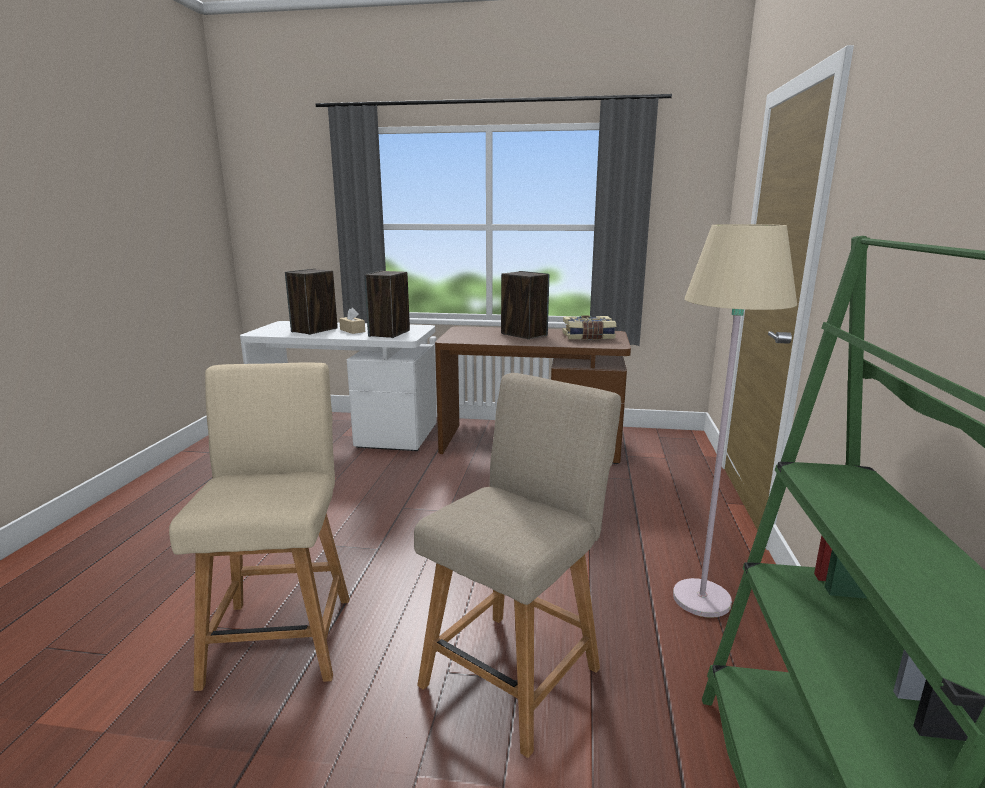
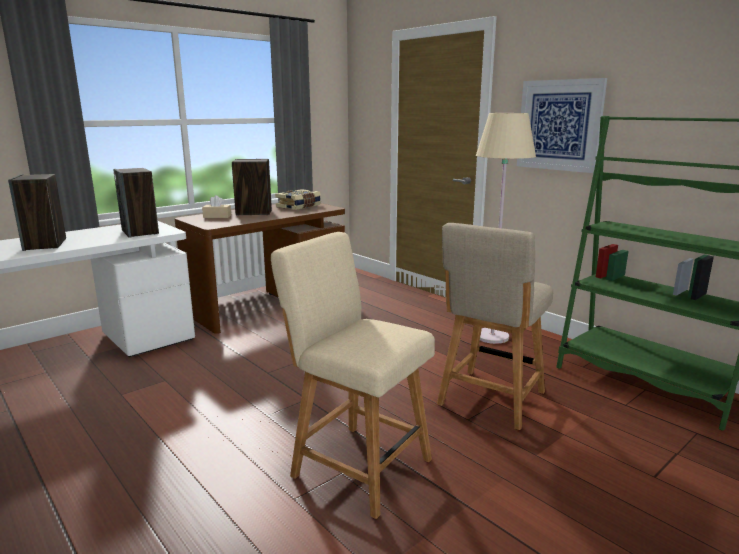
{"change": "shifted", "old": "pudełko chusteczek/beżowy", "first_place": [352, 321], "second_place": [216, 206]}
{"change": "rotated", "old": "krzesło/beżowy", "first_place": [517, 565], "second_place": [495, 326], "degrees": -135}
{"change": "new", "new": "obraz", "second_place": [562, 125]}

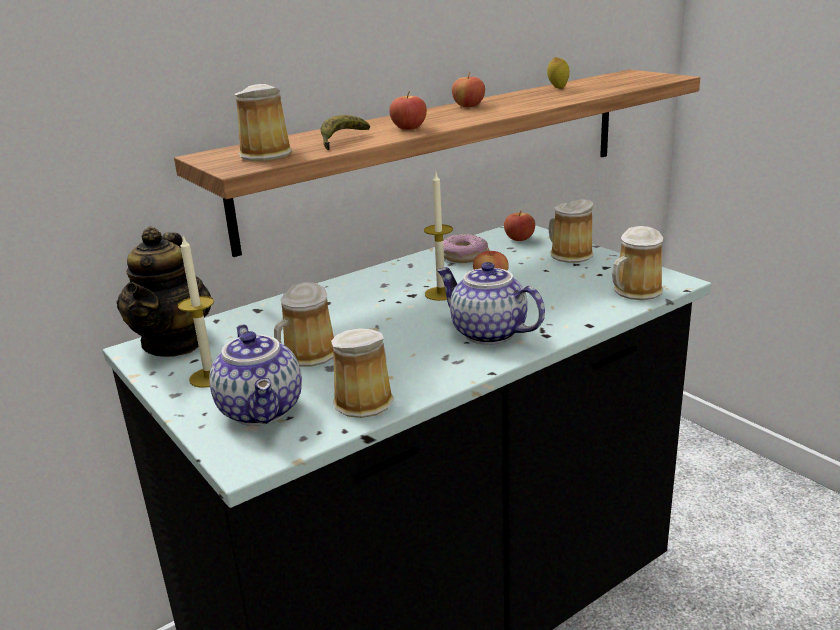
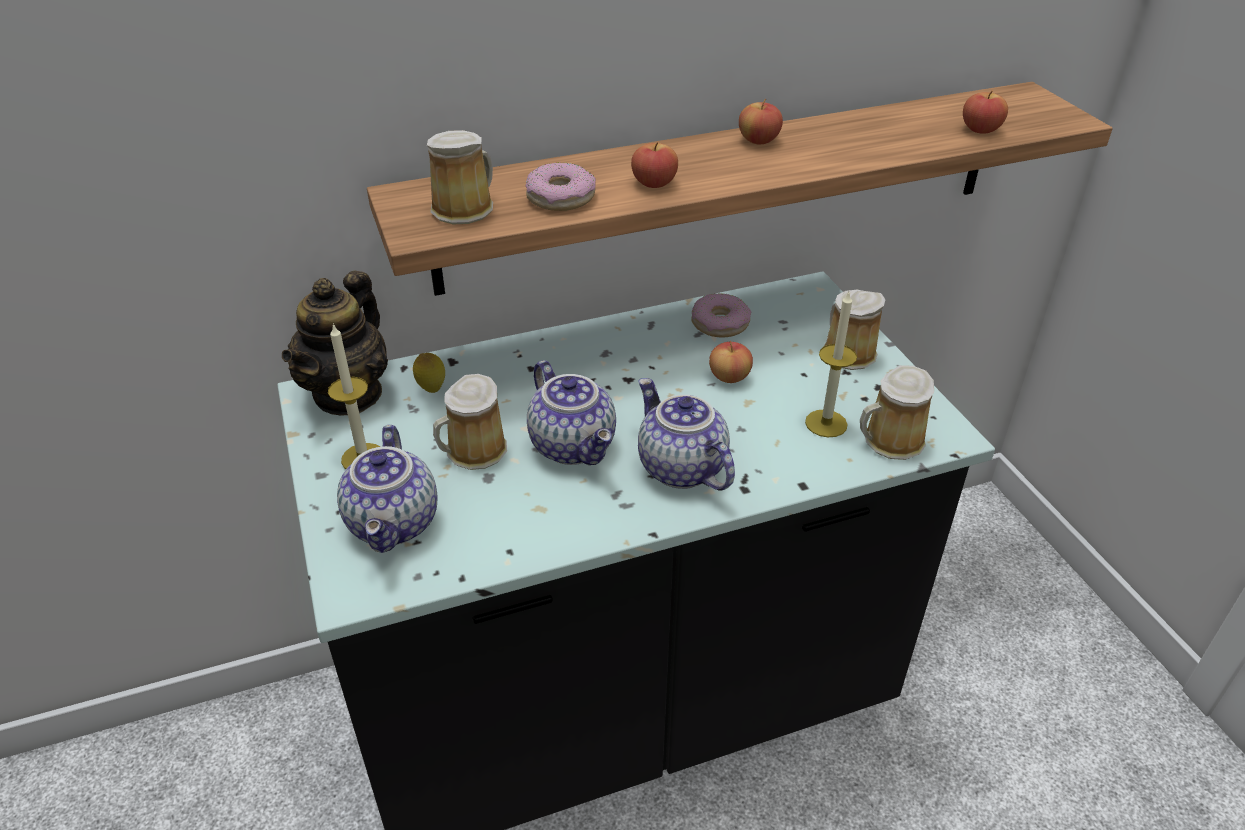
{"change": "shifted", "old": "cytryna", "first_place": [558, 73], "second_place": [429, 373]}
{"change": "swapped", "old": "banan", "new": "donut", "first_place": [345, 132], "second_place": [561, 186]}
{"change": "new", "new": "imbryk", "second_place": [571, 412]}
{"change": "shifted", "old": "świeca", "first_place": [438, 237], "second_place": [831, 365]}
{"change": "shifted", "old": "jabłko", "first_place": [519, 225], "second_place": [985, 112]}
{"change": "gone", "old": "kubek", "first_place": [362, 373]}

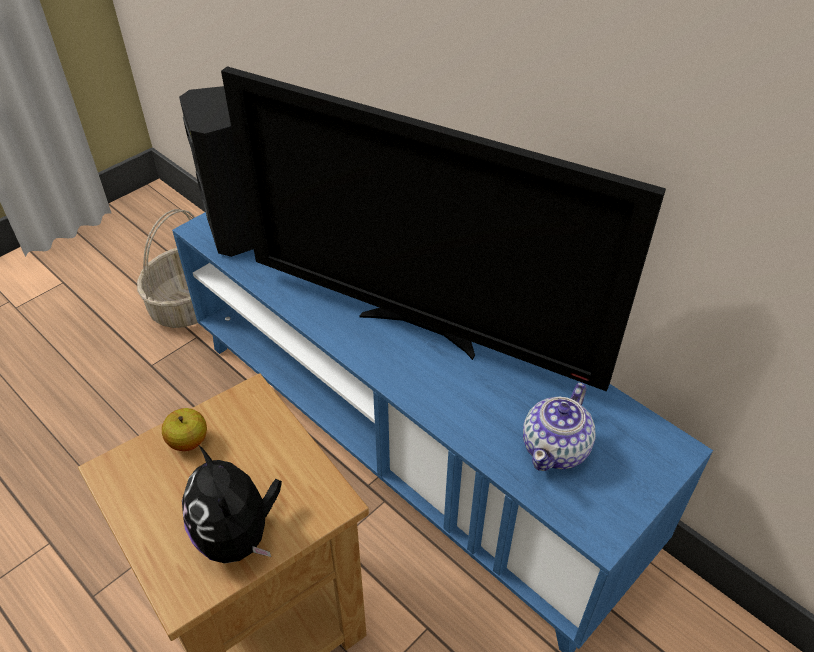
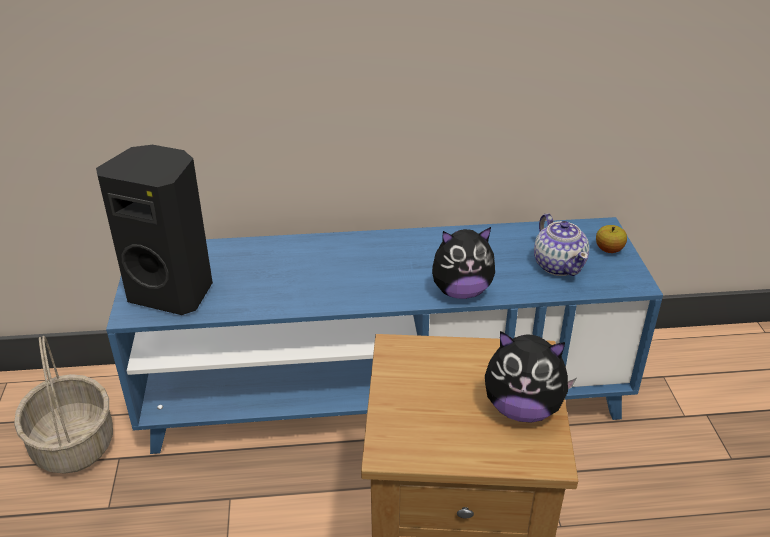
{"change": "new", "new": "pluszak", "second_place": [463, 263]}
{"change": "shifted", "old": "jabłko", "first_place": [184, 429], "second_place": [611, 239]}
{"change": "gone", "old": "telewizor", "first_place": [443, 229]}

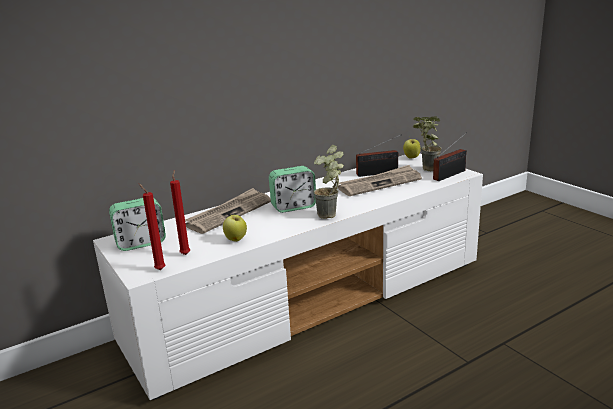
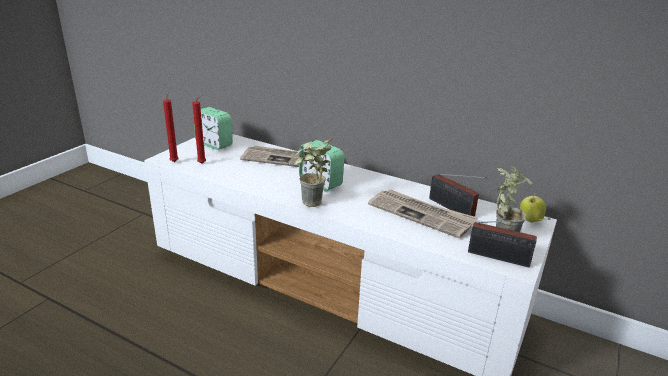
{"change": "gone", "old": "jabłko", "first_place": [235, 228]}

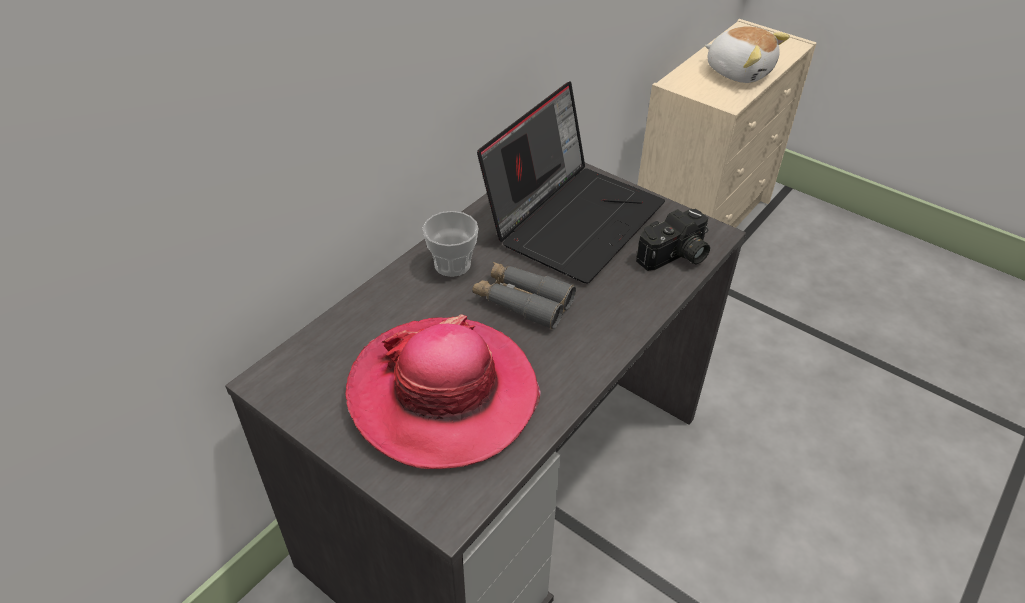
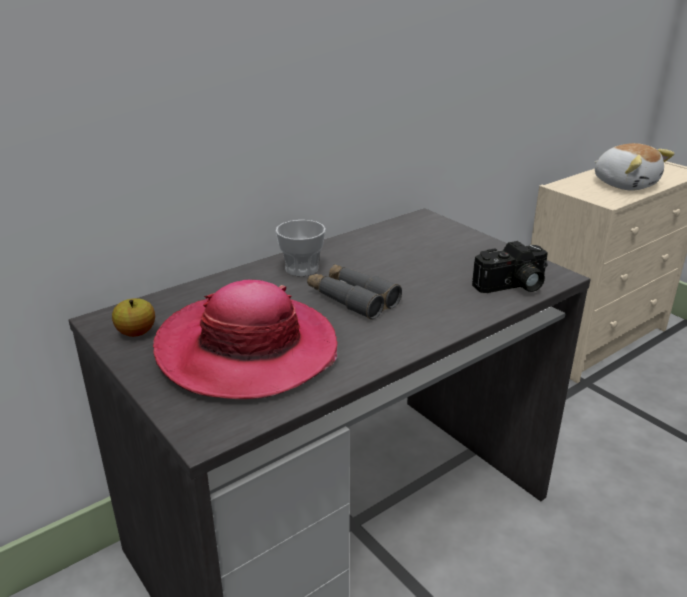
{"change": "new", "new": "jabłko", "second_place": [133, 317]}
{"change": "gone", "old": "laptop", "first_place": [571, 182]}

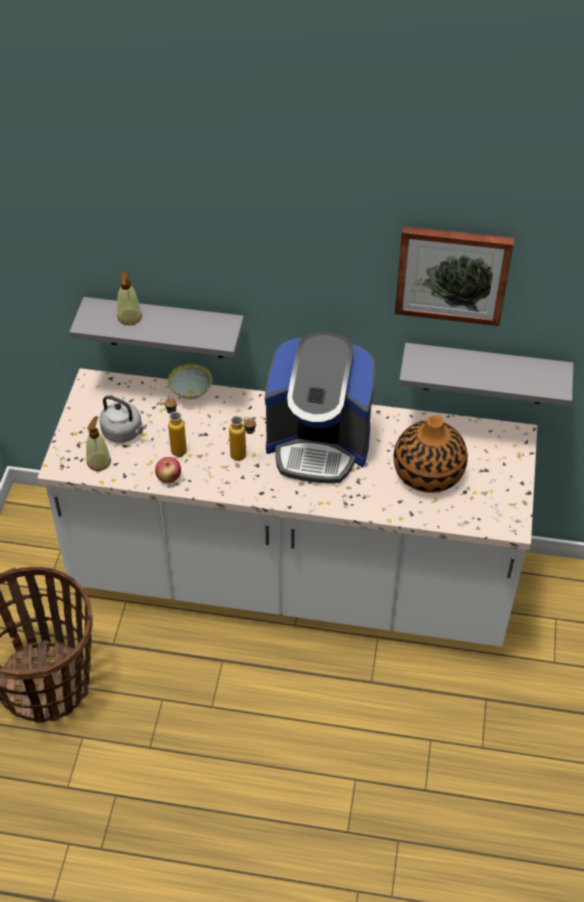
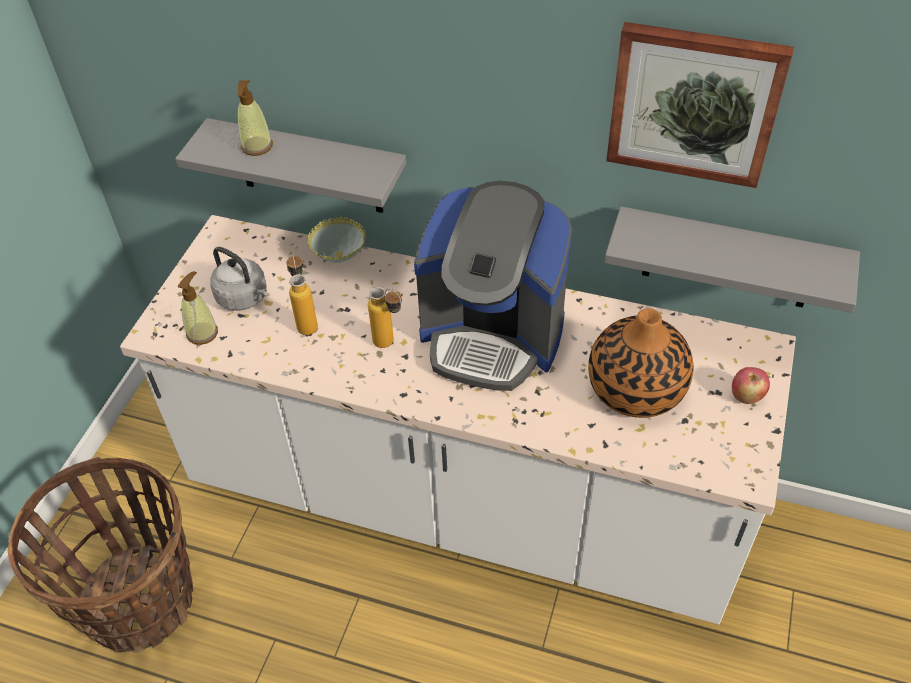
{"change": "shifted", "old": "jabłko", "first_place": [168, 470], "second_place": [751, 385]}

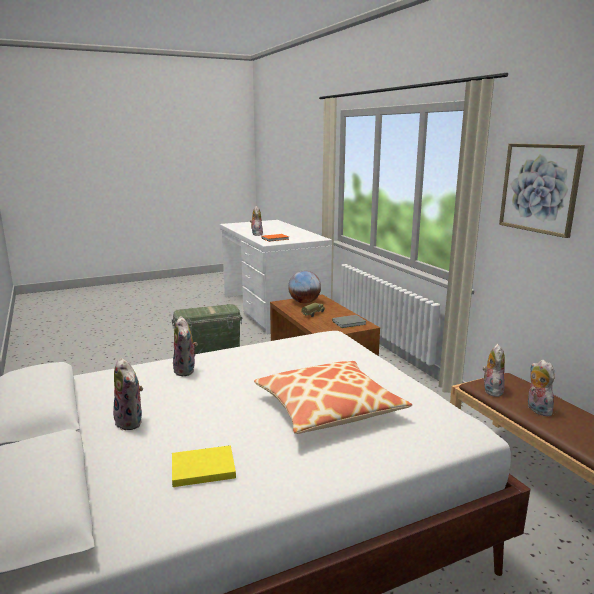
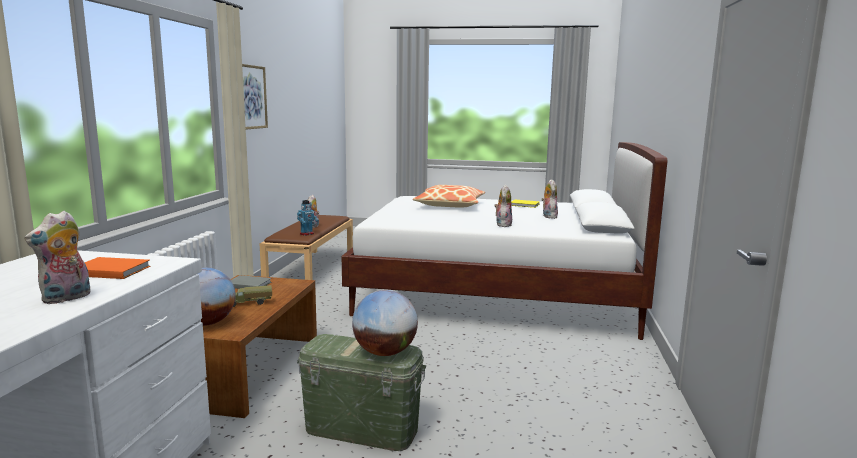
{"change": "swapped", "old": "pluszak", "new": "robot zabawkowy", "first_place": [493, 370], "second_place": [308, 218]}
{"change": "new", "new": "globus", "second_place": [385, 323]}

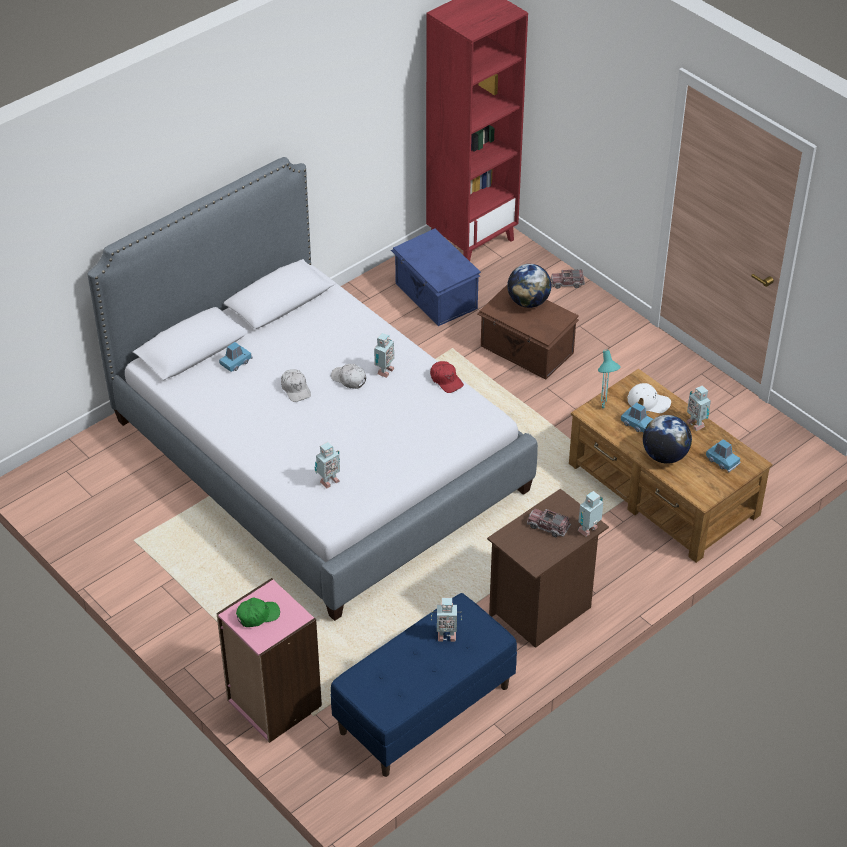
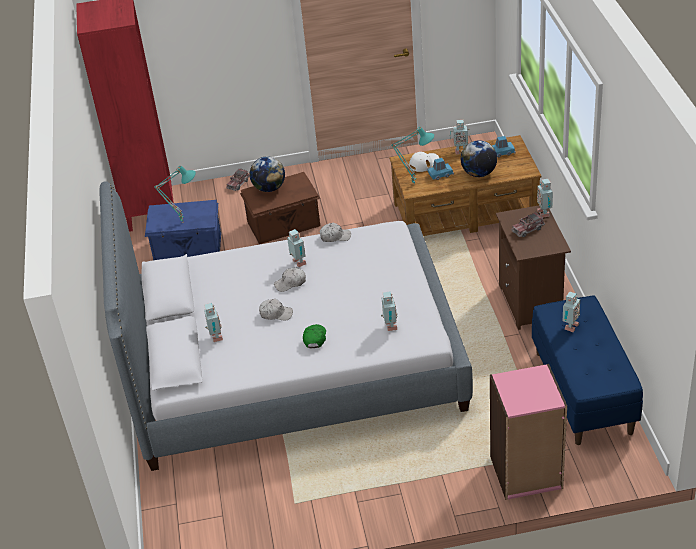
{"change": "new", "new": "lampa stołowa/turkusowy", "second_place": [175, 194]}
{"change": "swapped", "old": "samochodzik/niebieski", "new": "robot zabawkowy", "first_place": [236, 357], "second_place": [213, 322]}
{"change": "shifted", "old": "czapka z daszkiem/zielony", "first_place": [258, 612], "second_place": [314, 336]}
{"change": "repainted", "old": "czapka z daszkiem/czerwony", "new": "czapka z daszkiem/biały", "first_place": [447, 377], "second_place": [335, 232]}

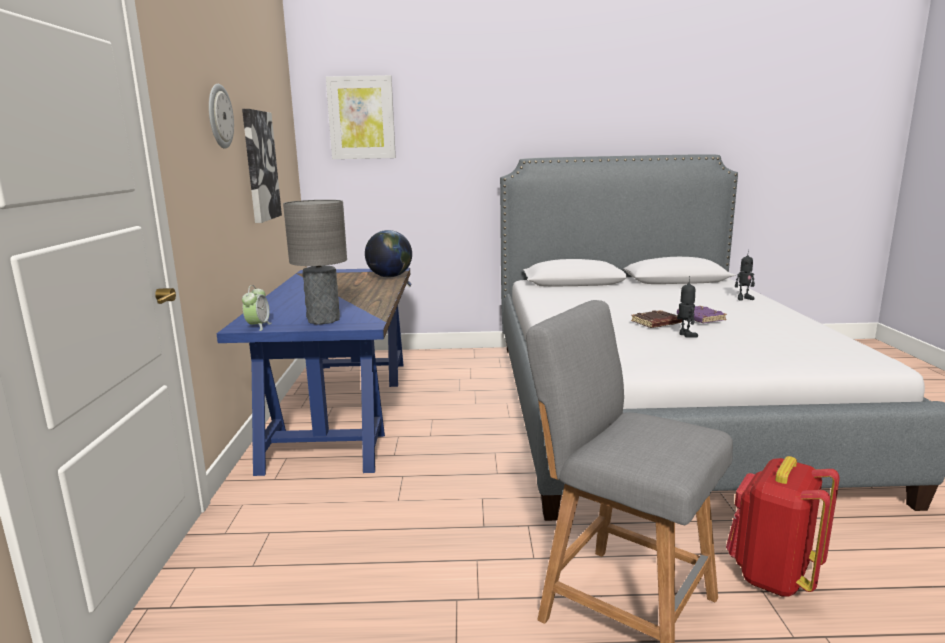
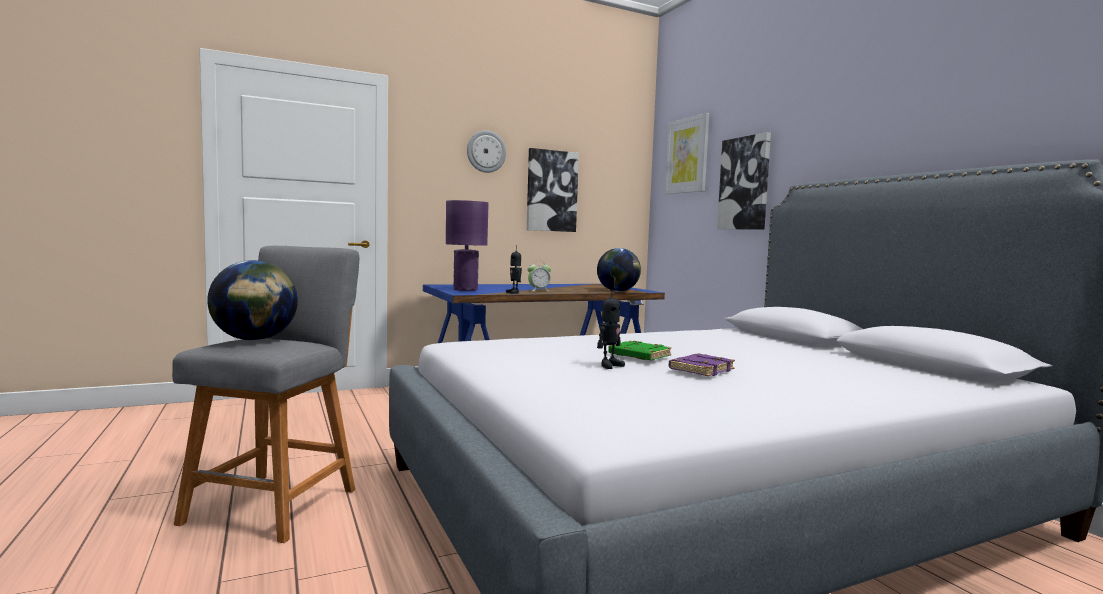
{"change": "new", "new": "globus", "second_place": [252, 300]}
{"change": "repainted", "old": "lampa stołowa/szary", "new": "lampa stołowa/fioletowy", "first_place": [315, 262], "second_place": [467, 245]}
{"change": "shifted", "old": "robot zabawkowy", "first_place": [745, 275], "second_place": [514, 269]}
{"change": "shifted", "old": "budzik", "first_place": [256, 308], "second_place": [539, 276]}
{"change": "repainted", "old": "książka/brązowy", "new": "książka/zielony", "first_place": [656, 319], "second_place": [640, 351]}
{"change": "new", "new": "obraz", "second_place": [744, 180]}
{"change": "gone", "old": "plecak/czerwony", "first_place": [783, 526]}

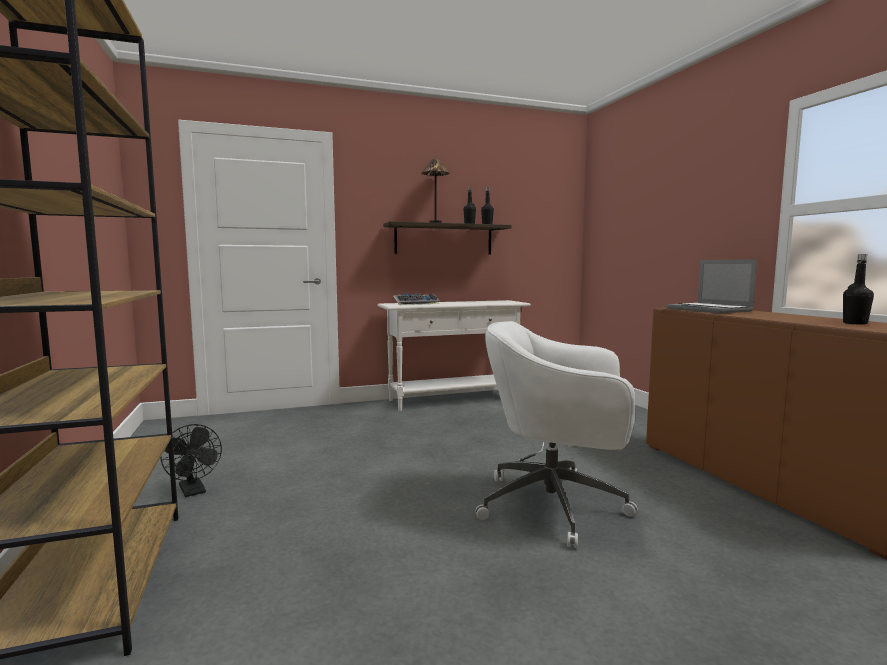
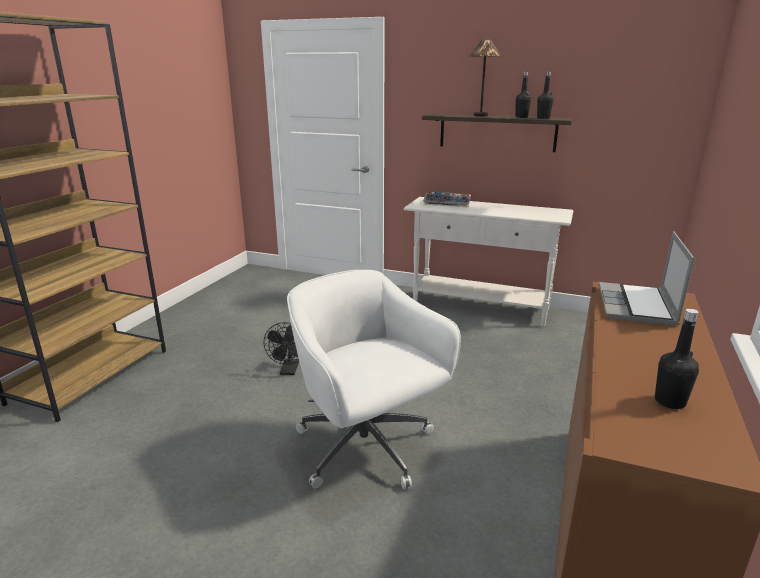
{"change": "shifted", "old": "wentylator/czarny", "first_place": [191, 460], "second_place": [281, 348]}

